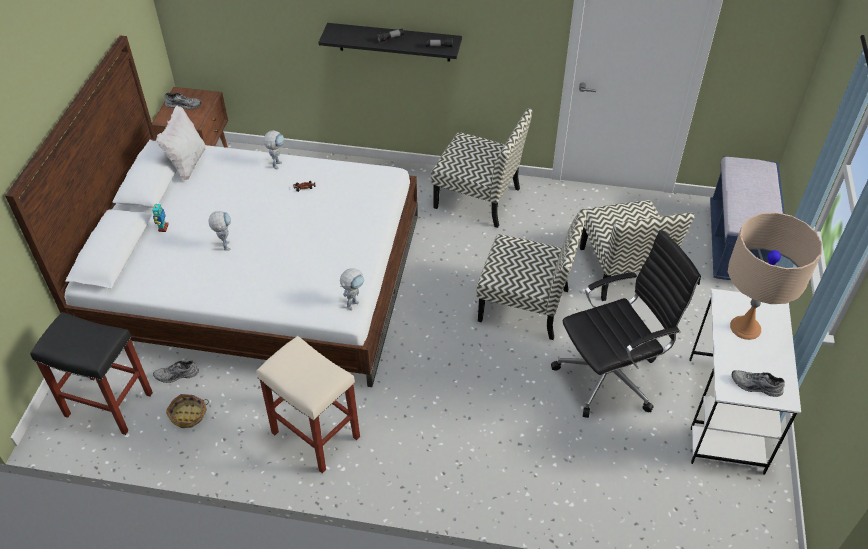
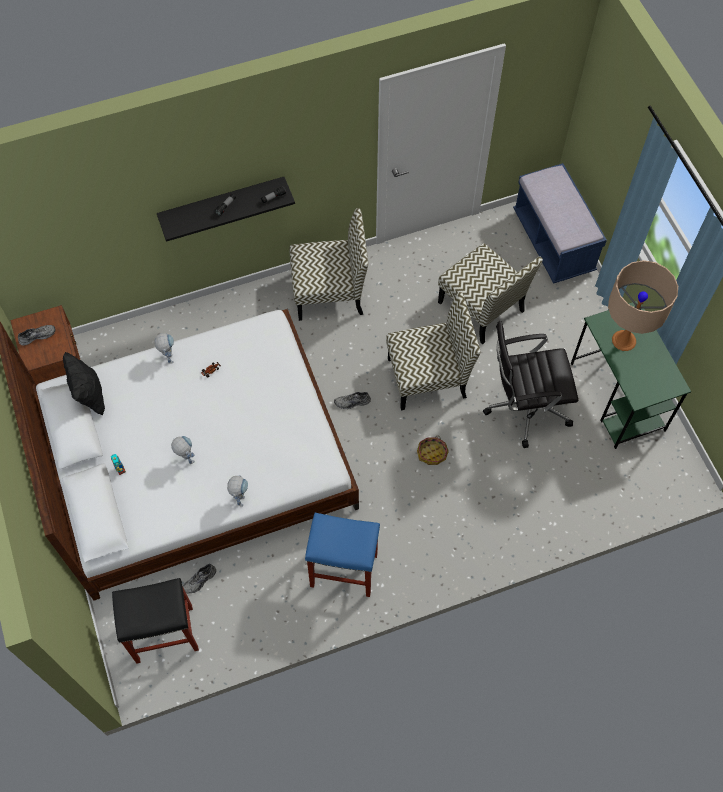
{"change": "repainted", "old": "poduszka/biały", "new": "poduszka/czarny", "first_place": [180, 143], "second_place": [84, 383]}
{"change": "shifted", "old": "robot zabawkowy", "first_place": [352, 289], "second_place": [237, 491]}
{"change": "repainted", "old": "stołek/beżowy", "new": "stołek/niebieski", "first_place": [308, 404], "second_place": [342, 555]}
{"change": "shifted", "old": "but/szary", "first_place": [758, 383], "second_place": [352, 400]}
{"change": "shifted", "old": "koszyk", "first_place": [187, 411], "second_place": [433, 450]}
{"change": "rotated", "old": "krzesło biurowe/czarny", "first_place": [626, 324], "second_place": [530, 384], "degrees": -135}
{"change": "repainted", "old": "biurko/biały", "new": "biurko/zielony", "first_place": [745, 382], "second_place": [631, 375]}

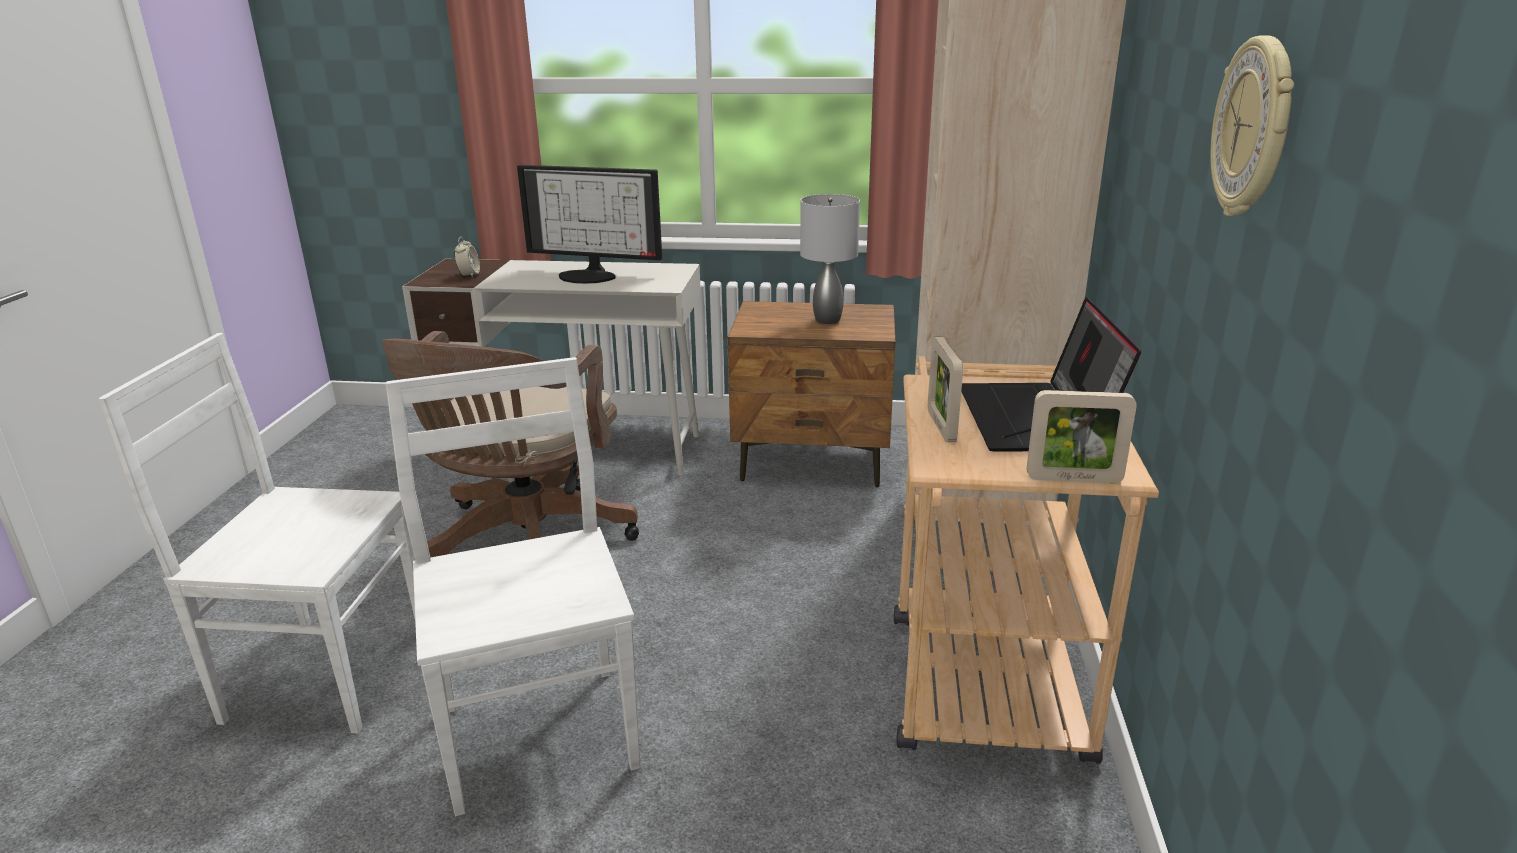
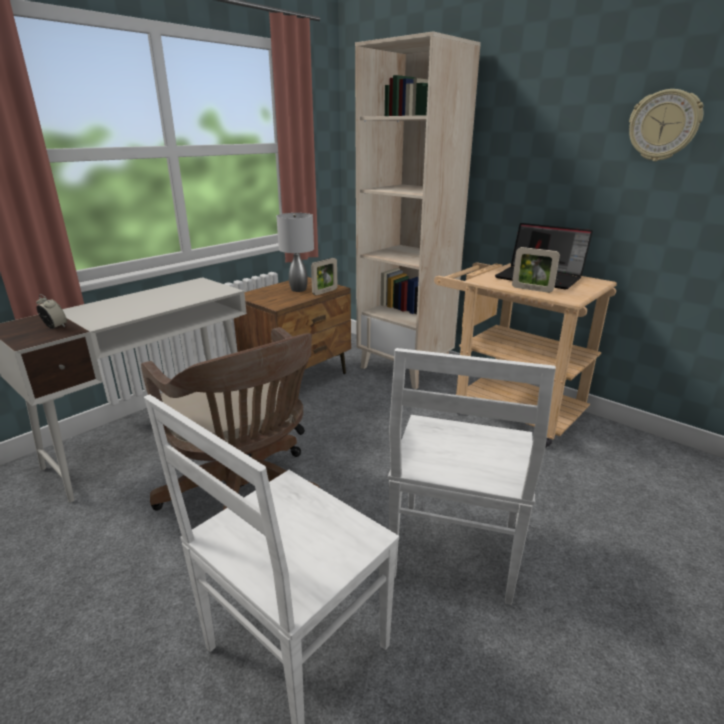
{"change": "shifted", "old": "ramka na zdjęcie", "first_place": [1082, 436], "second_place": [324, 276]}
{"change": "rotated", "old": "krzesło/biały", "first_place": [512, 586], "second_place": [472, 476], "degrees": -90}
{"change": "gone", "old": "monitor", "first_place": [589, 224]}

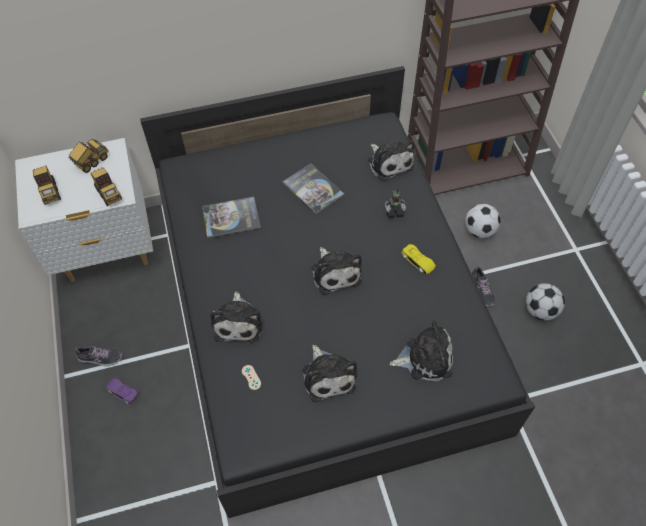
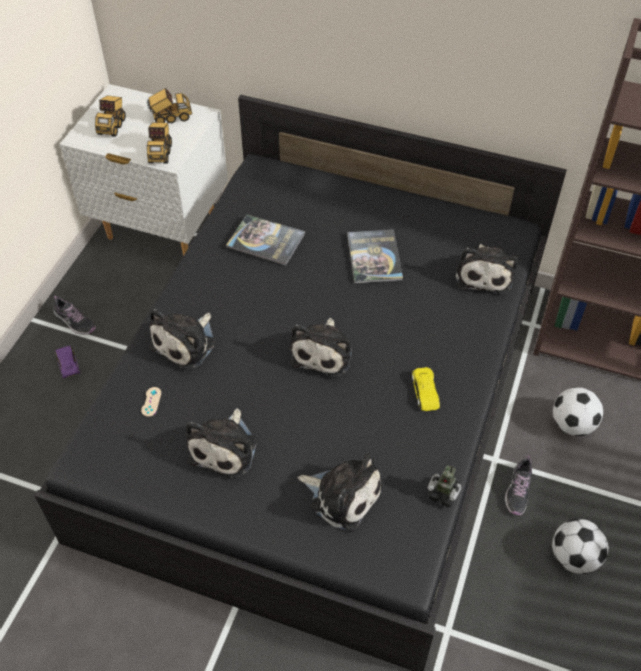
{"change": "shifted", "old": "robot zabawkowy", "first_place": [395, 203], "second_place": [444, 486]}

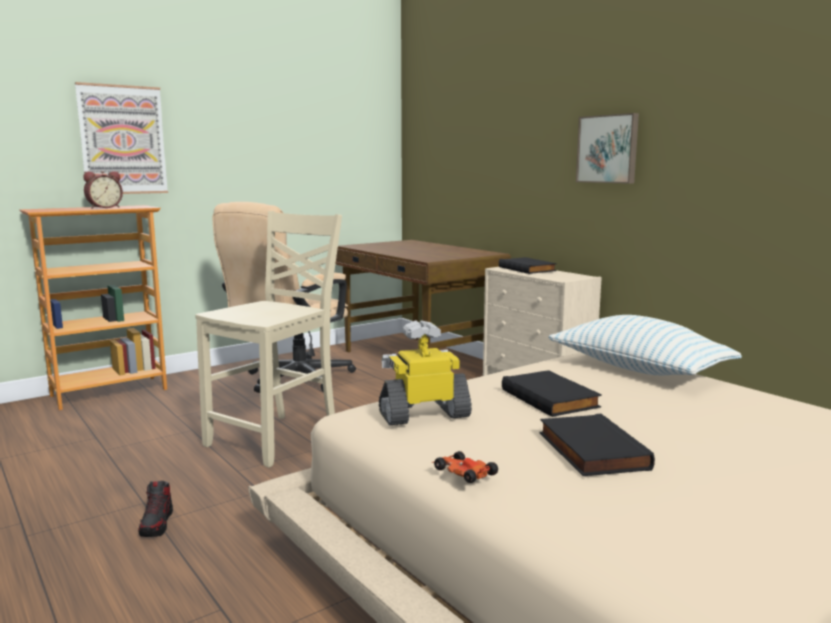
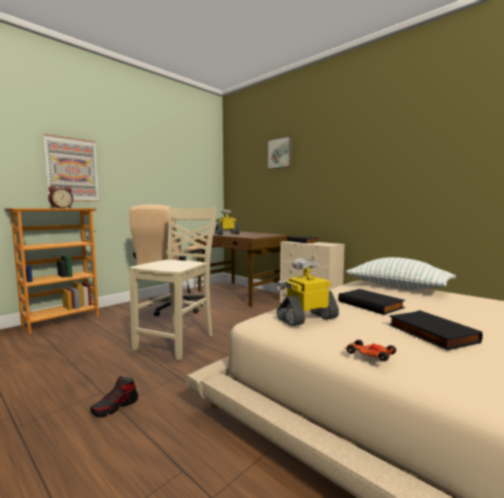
{"change": "rotated", "old": "but", "first_place": [155, 509], "second_place": [114, 397], "degrees": 60}
{"change": "new", "new": "robot zabawkowy", "second_place": [227, 222]}
{"change": "shifted", "old": "obraz", "first_place": [607, 148], "second_place": [279, 153]}

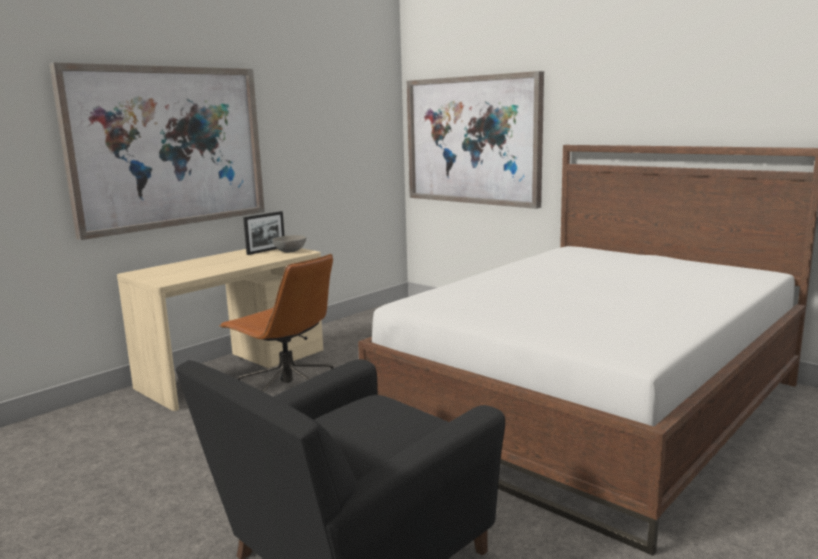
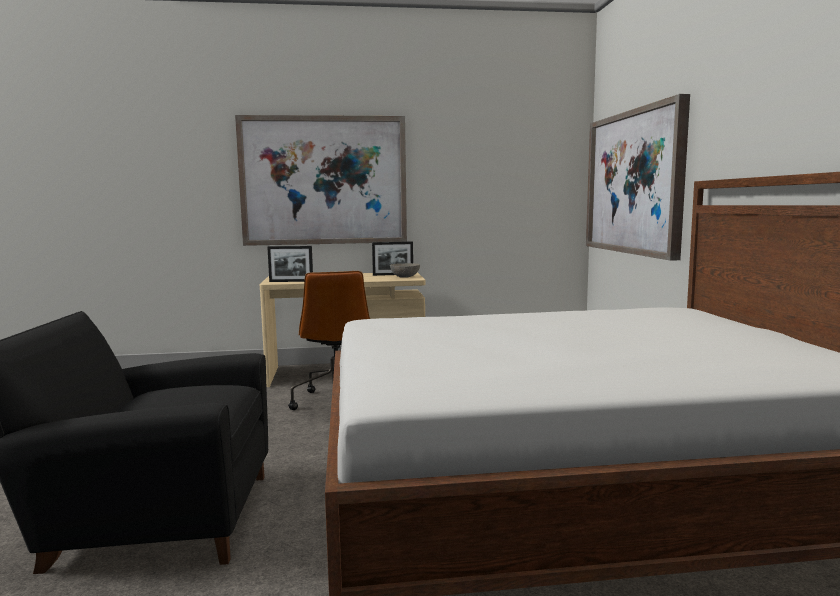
{"change": "new", "new": "ramka na zdjęcie", "second_place": [290, 264]}

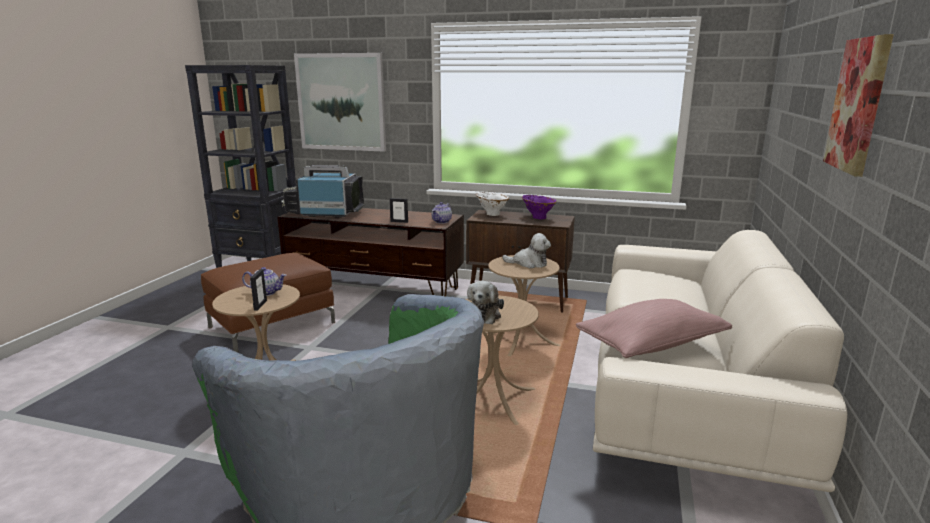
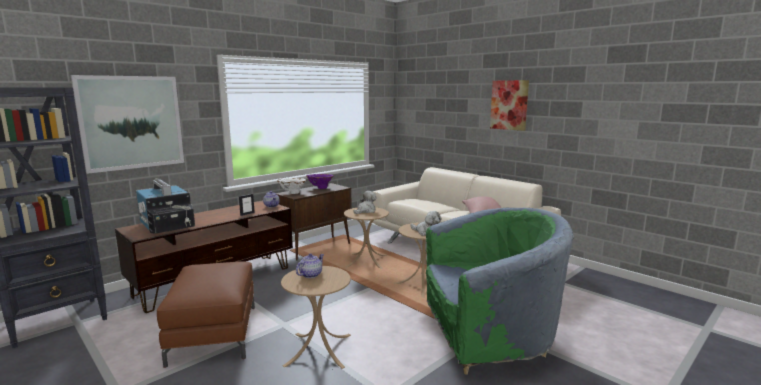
{"change": "rotated", "old": "telewizor", "first_place": [322, 191], "second_place": [165, 206], "degrees": -75}
{"change": "gone", "old": "ramka na zdjęcie", "first_place": [258, 290]}

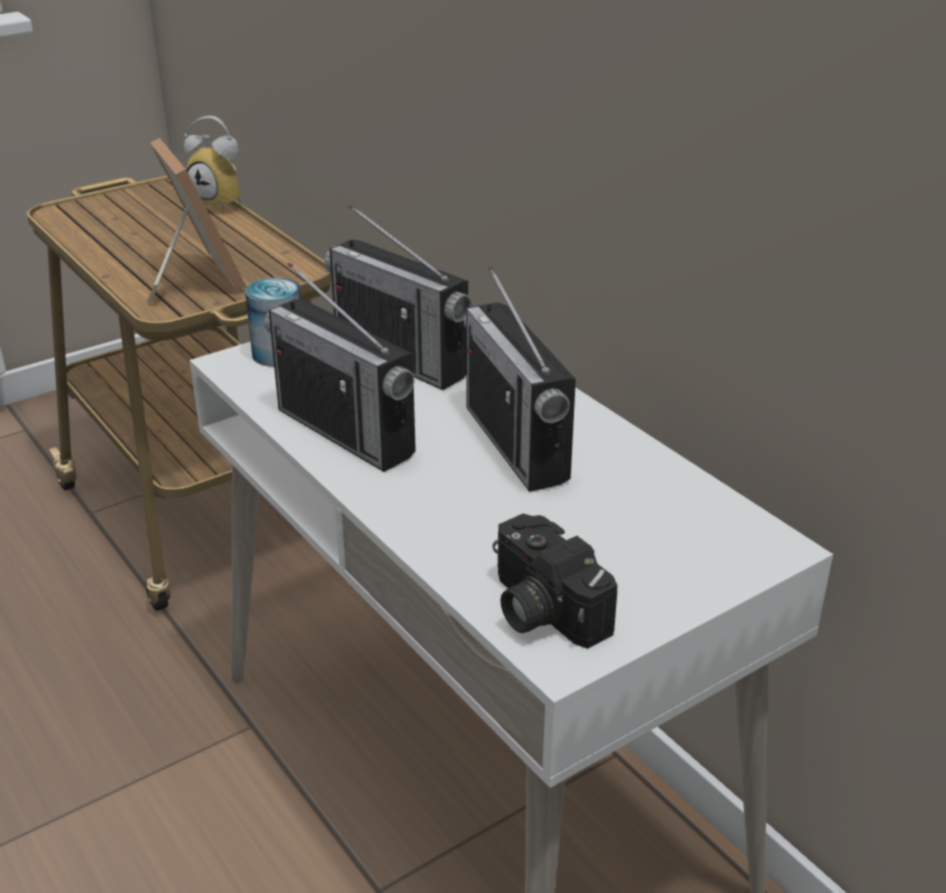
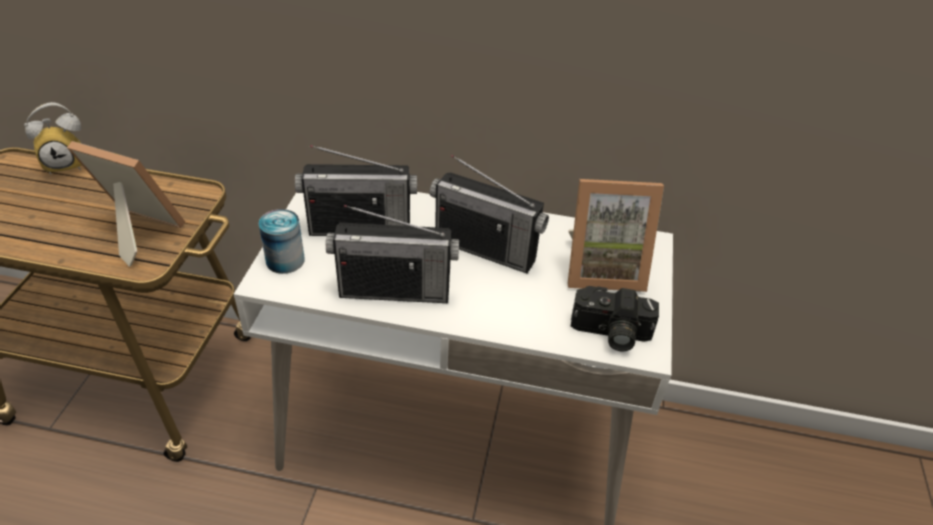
{"change": "new", "new": "ramka na zdjęcie", "second_place": [616, 235]}

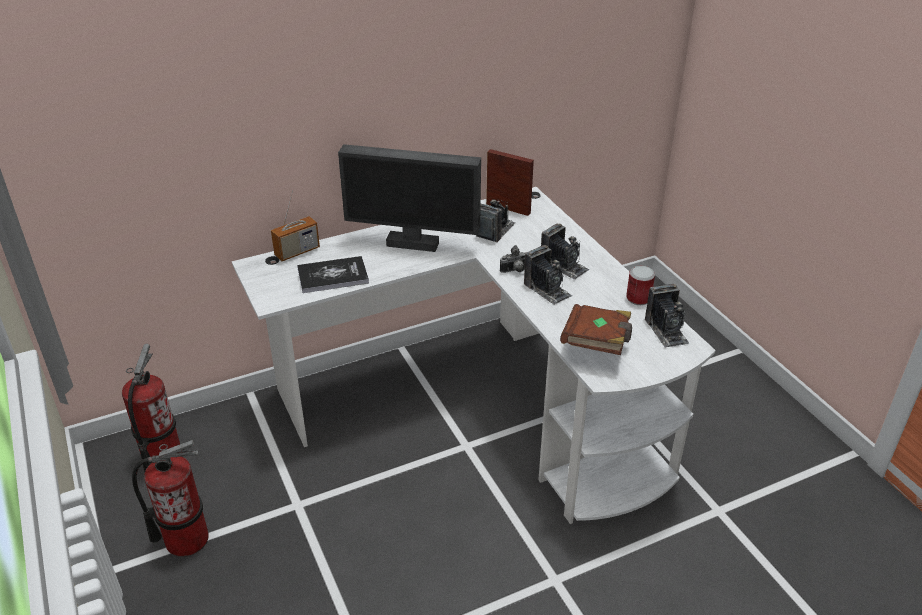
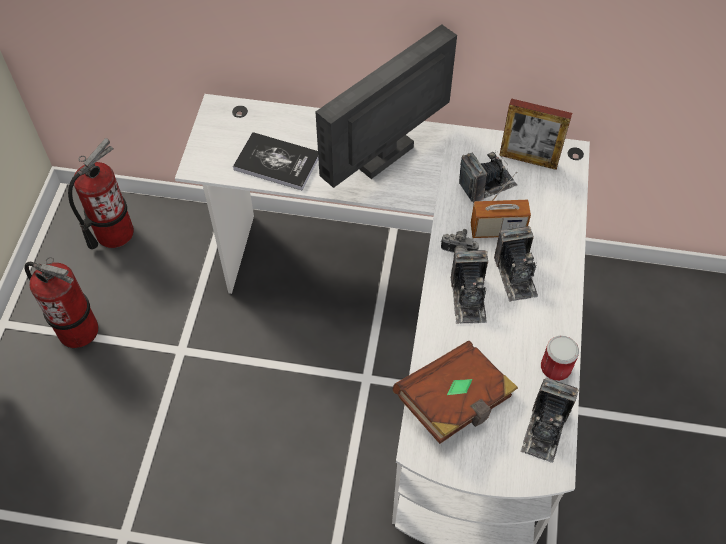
{"change": "rotated", "old": "monitor", "first_place": [409, 198], "second_place": [386, 106], "degrees": 90}
{"change": "shifted", "old": "radio", "first_place": [295, 225], "second_place": [501, 205]}
{"change": "rotated", "old": "ramka na zdjęcie", "first_place": [510, 182], "second_place": [535, 134], "degrees": 135}

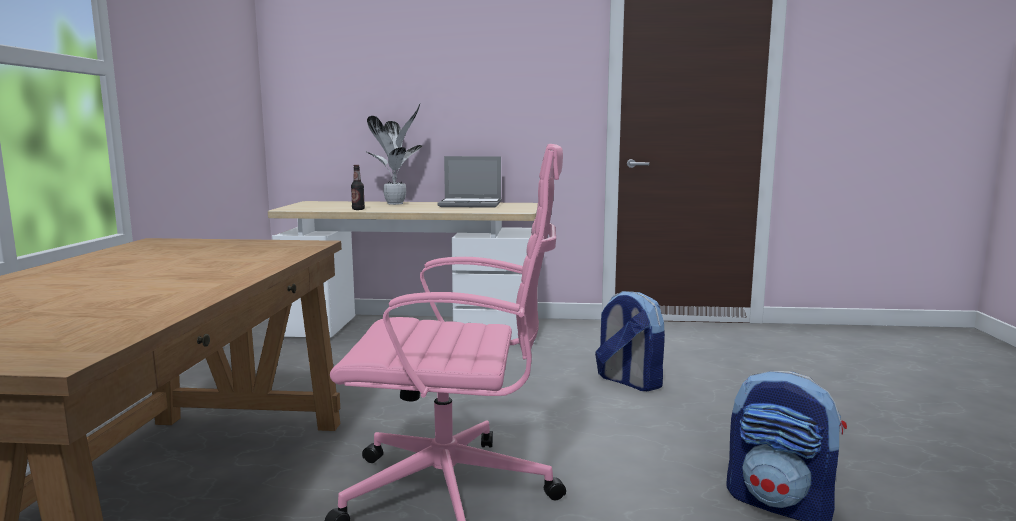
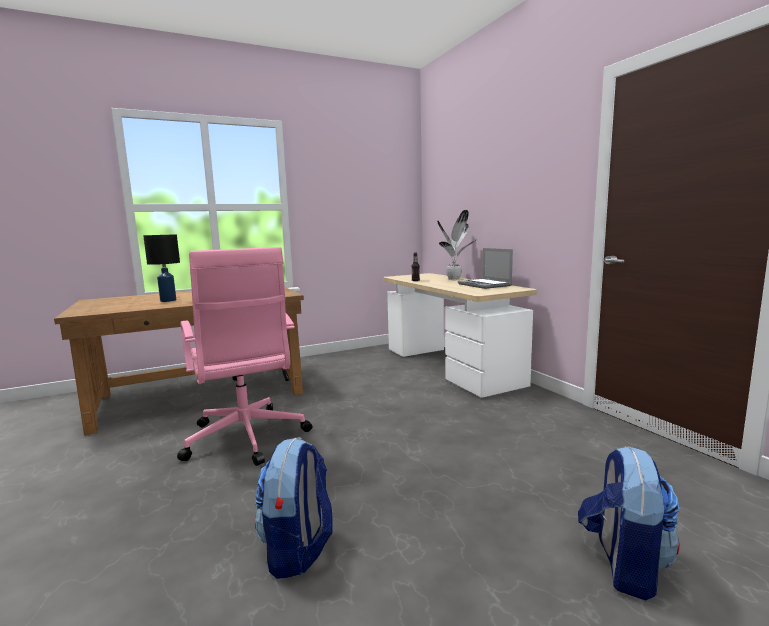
{"change": "new", "new": "lampa stołowa/czarny", "second_place": [161, 268]}
{"change": "shifted", "old": "plecak", "first_place": [630, 341], "second_place": [629, 523]}

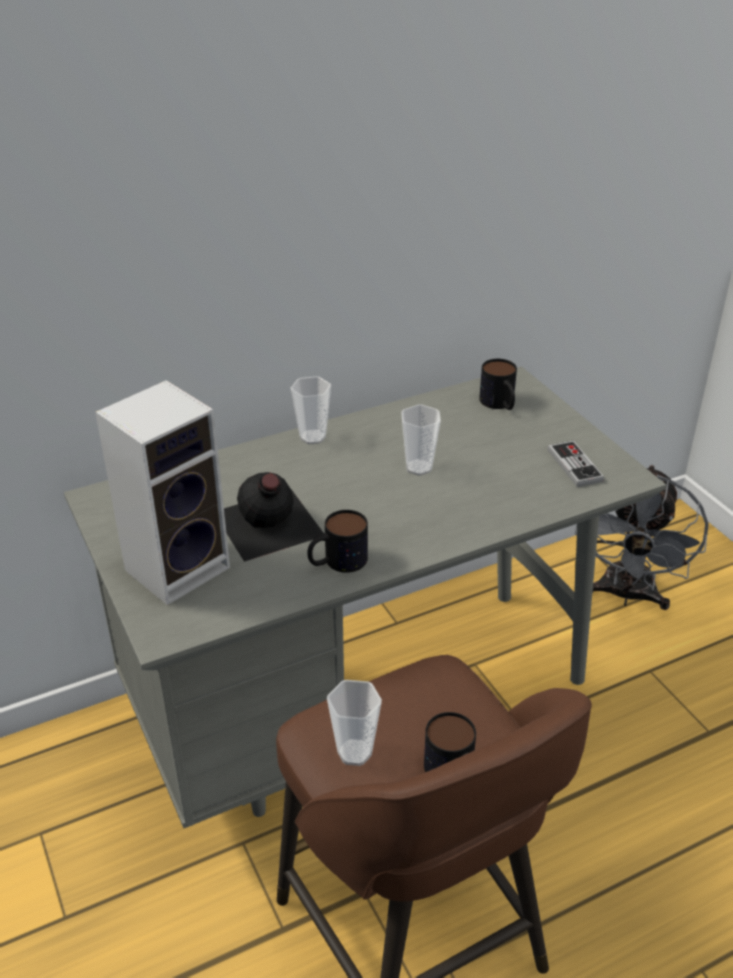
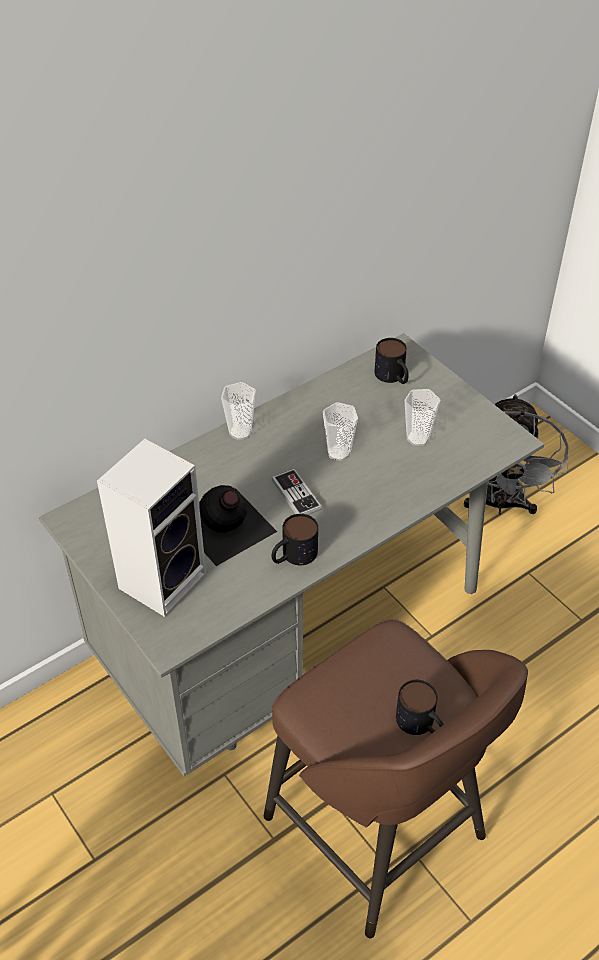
{"change": "shifted", "old": "pad do gier", "first_place": [576, 463], "second_place": [297, 492]}
{"change": "shifted", "old": "filiżanka", "first_place": [354, 723], "second_place": [422, 417]}

